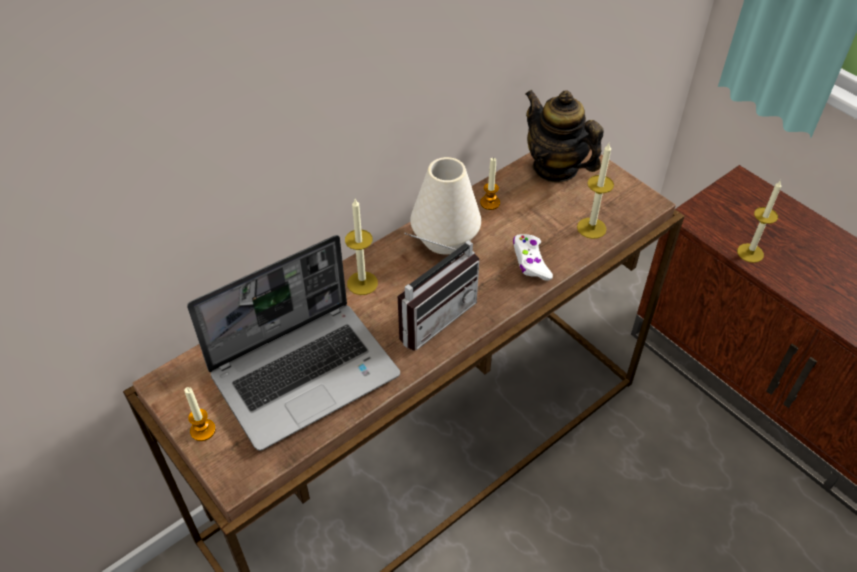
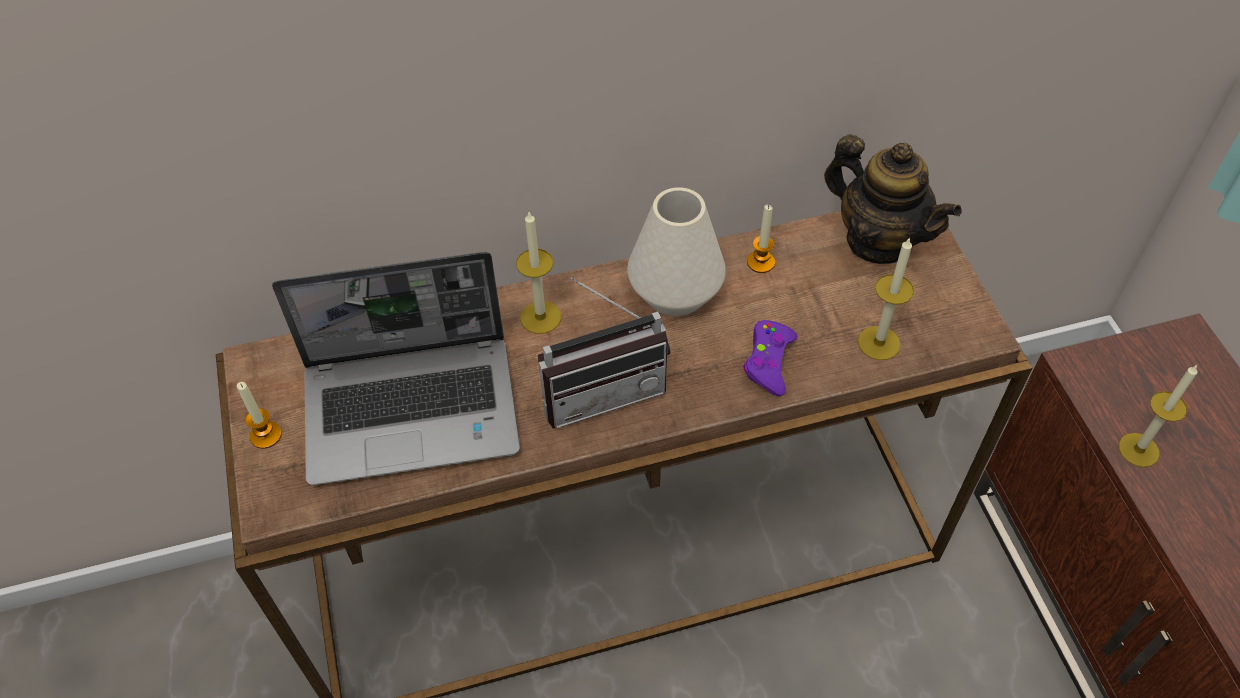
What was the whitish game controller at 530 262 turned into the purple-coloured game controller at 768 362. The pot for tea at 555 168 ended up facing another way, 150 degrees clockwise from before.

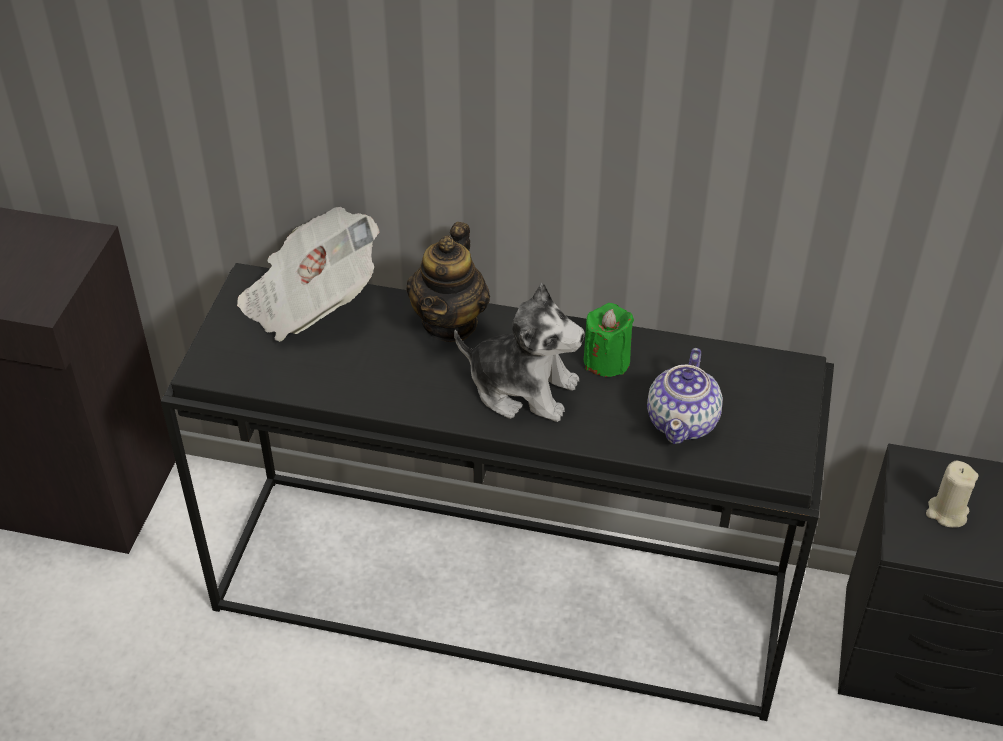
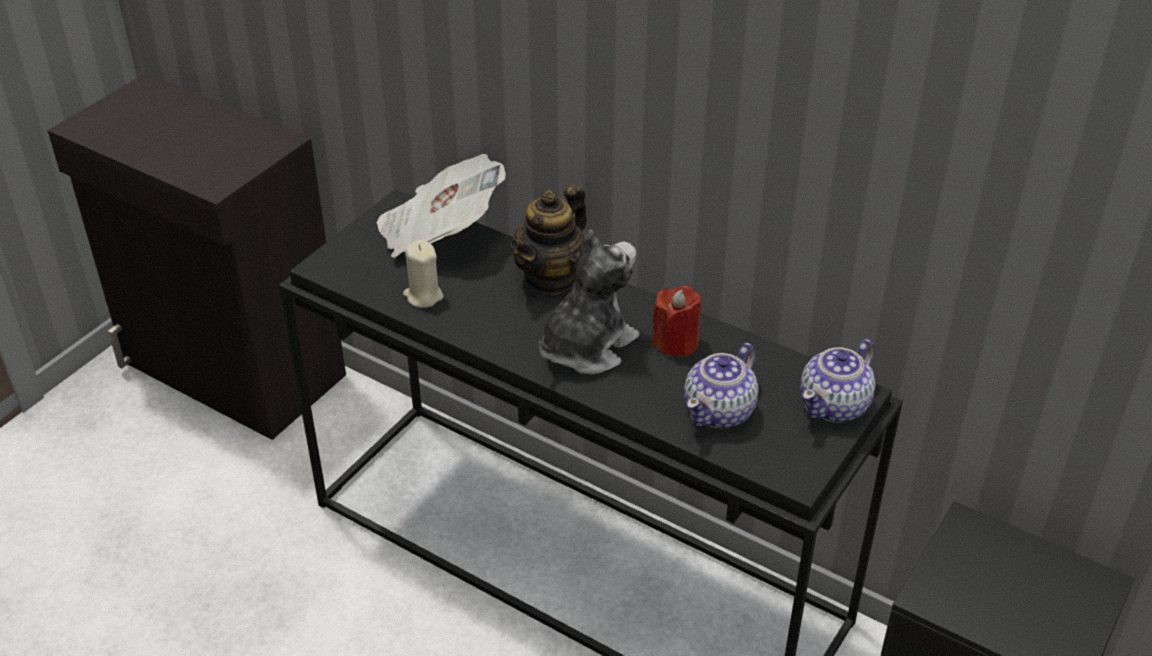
The second view gained the pot for tea at 835 405. The sand-coloured wax candle ended up elsewhere, having gone from 947 512 to 423 296. What was the greenish wax candle at 606 360 turned into the red-coloured wax candle at 676 342. The cuddly toy at 522 388 ended up facing another way, 90 degrees counterclockwise from before.

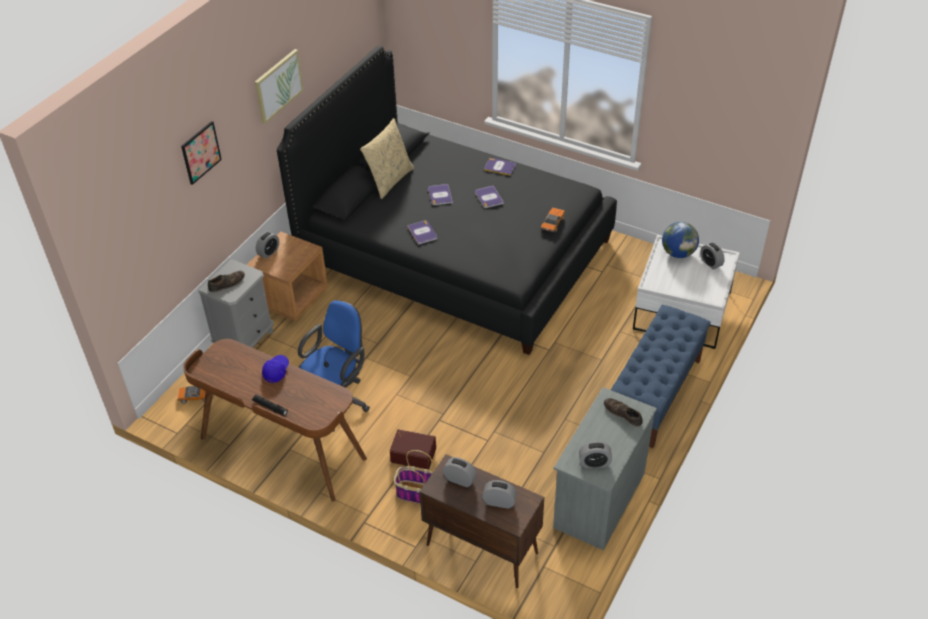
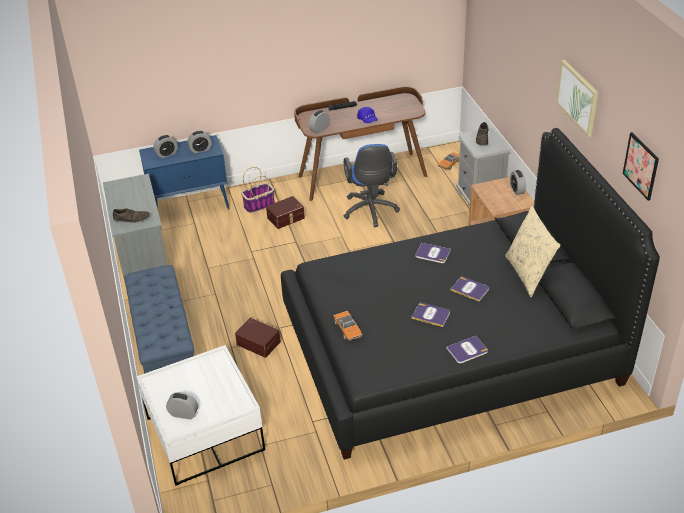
The second view lost the desk globe at 678 253. The second view gained the brown-coloured storage bin at 259 342. The wall picture ended up elsewhere, having gone from 201 152 to 641 166. The table clock ended up elsewhere, having gone from 594 463 to 319 129. What was the brown-coloured cupboard at 481 549 turned into the blue-coloured cupboard at 191 207.

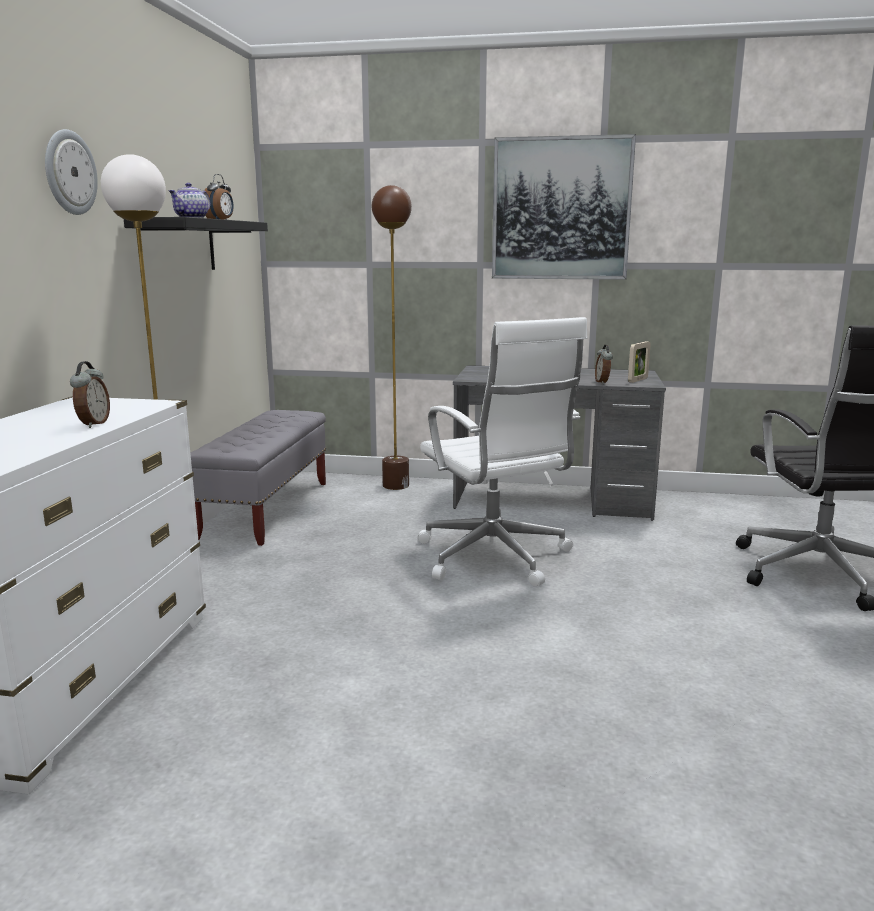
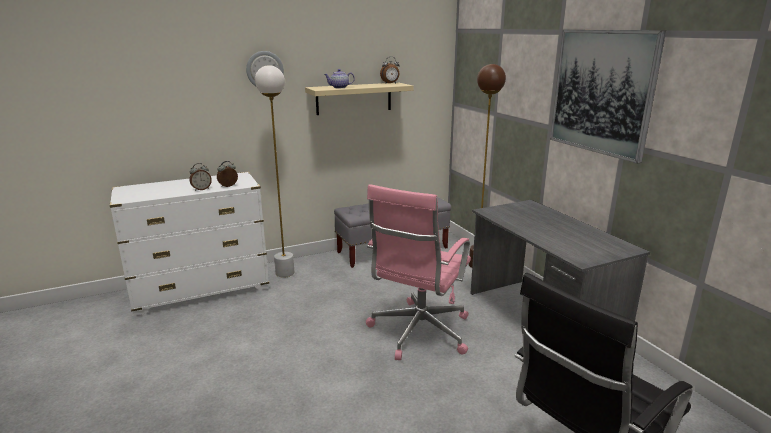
The second view lost the photo frame at 637 380. The table clock ended up elsewhere, having gone from 602 382 to 228 186. What was the black-coloured bracket shelf at 178 246 turned into the sand-coloured bracket shelf at 354 98. What was the whitish desk chair at 495 558 turned into the pink-coloured desk chair at 418 333.

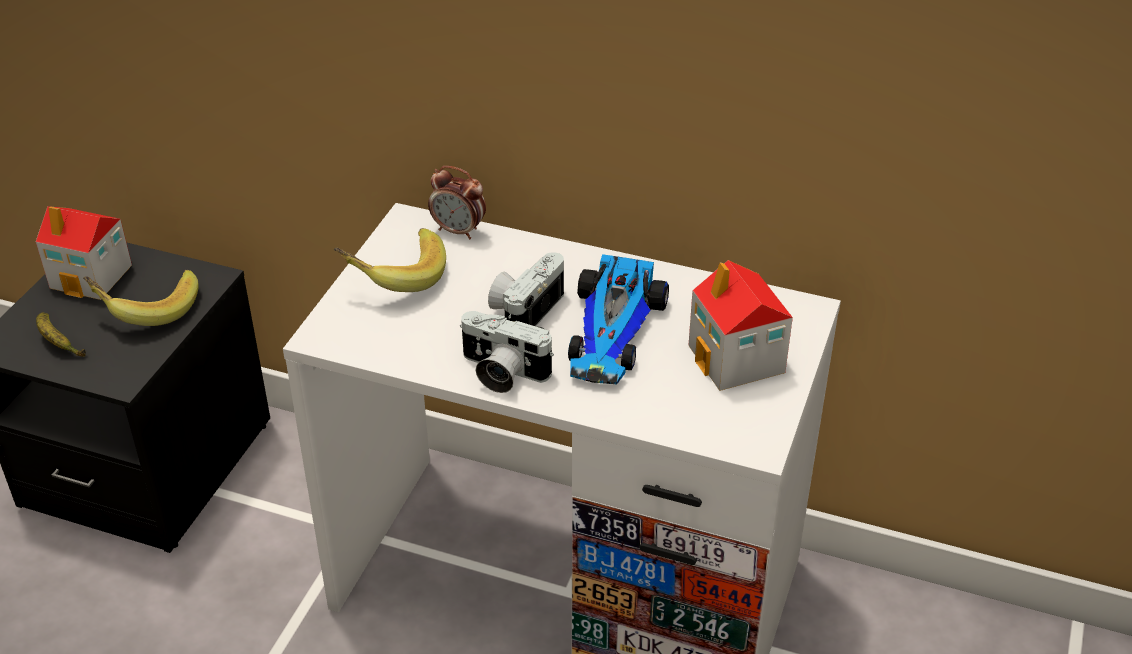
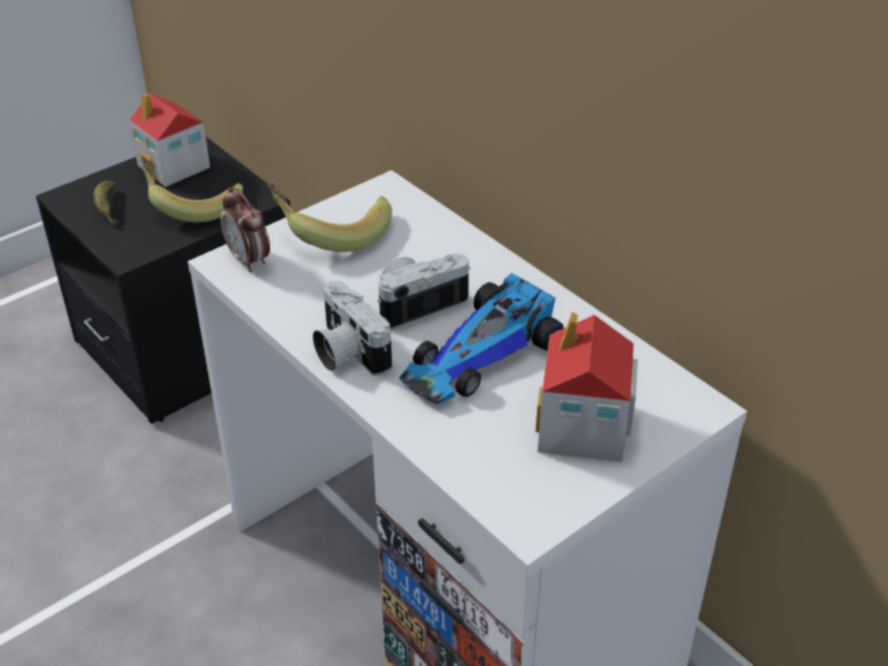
The table clock ended up elsewhere, having gone from 459 231 to 249 260.

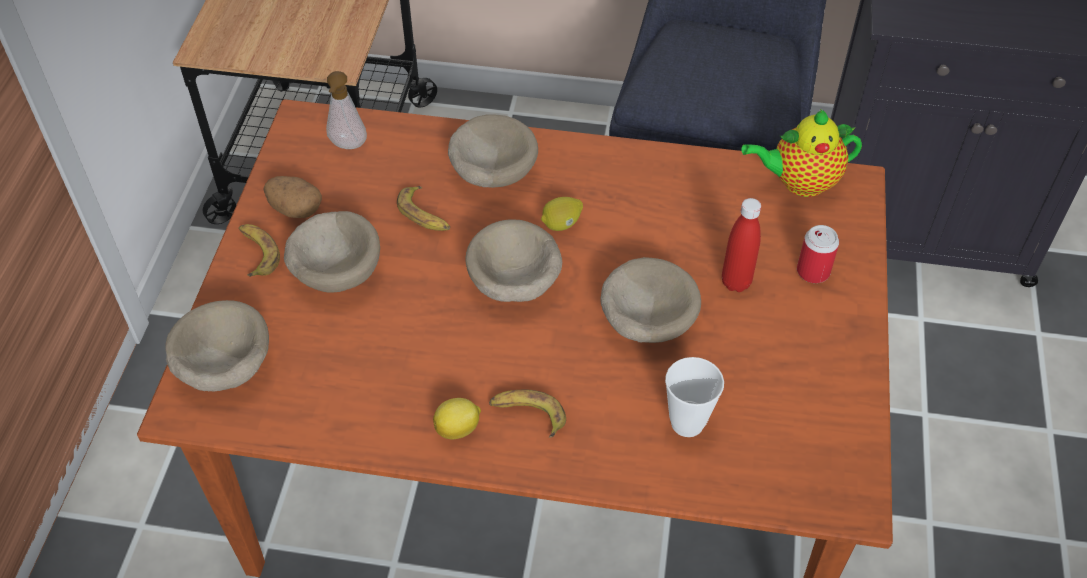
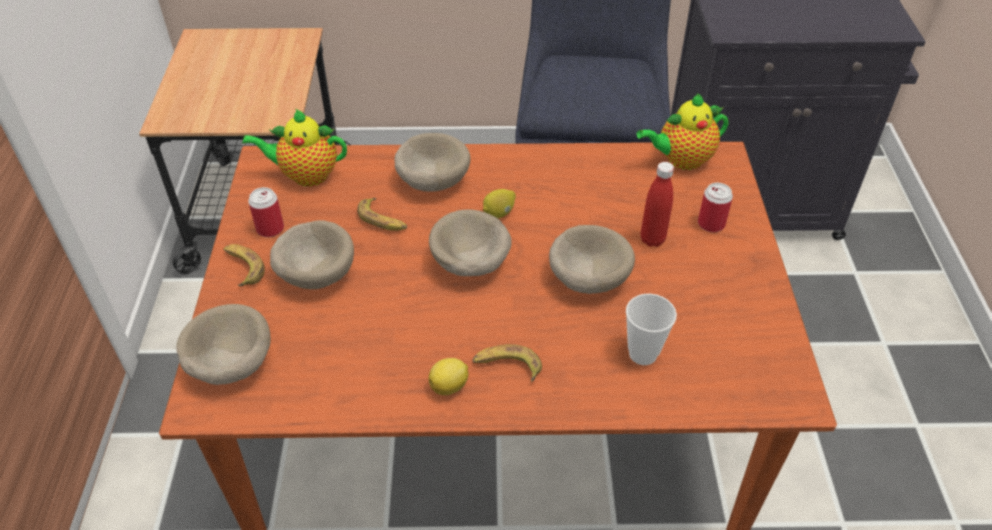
Where the whole potato stood at 295 209, the sealed can came to stand at 270 229. Where the soap bottle stood at 347 146, the pot for tea came to stand at 305 175.

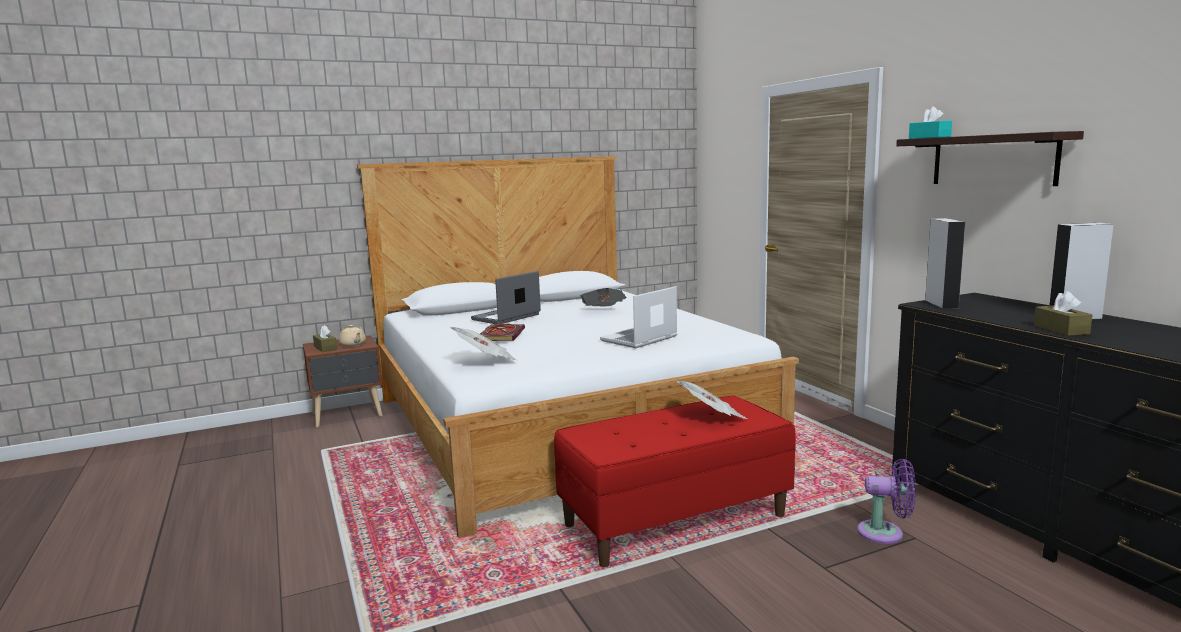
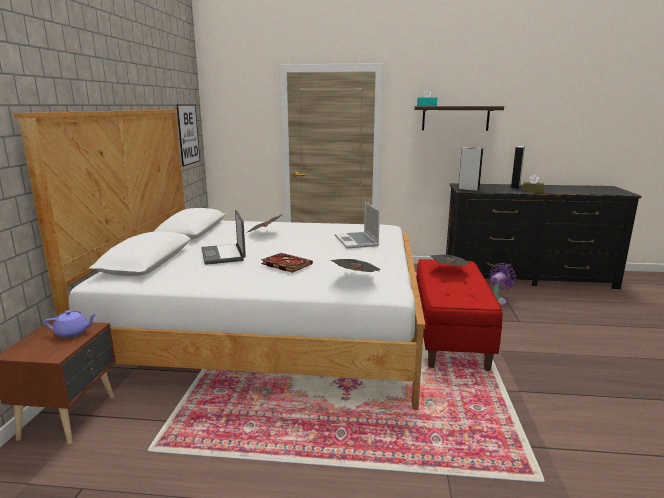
The second view lost the brown-coloured tissue box at 325 348. The second view gained the wall picture at 188 134. What was the sand-coloured pot for tea at 353 345 turned into the purple-coloured pot for tea at 73 333.

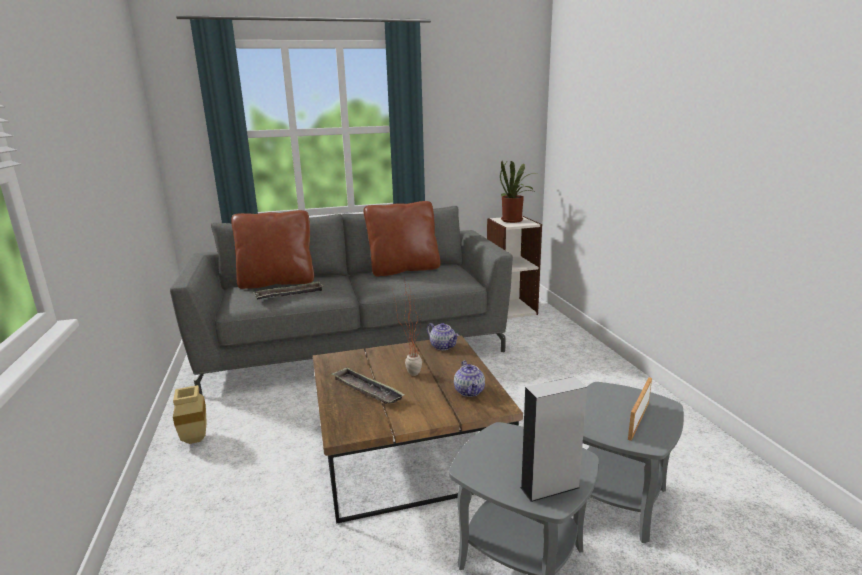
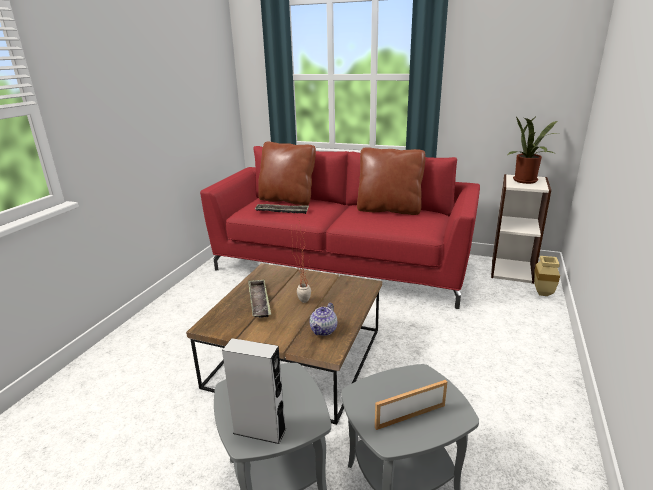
The second view lost the pot for tea at 443 346. The sand-coloured decorative vase ended up elsewhere, having gone from 194 439 to 541 293. What was the grey sofa at 355 348 turned into the red-coloured sofa at 341 267.

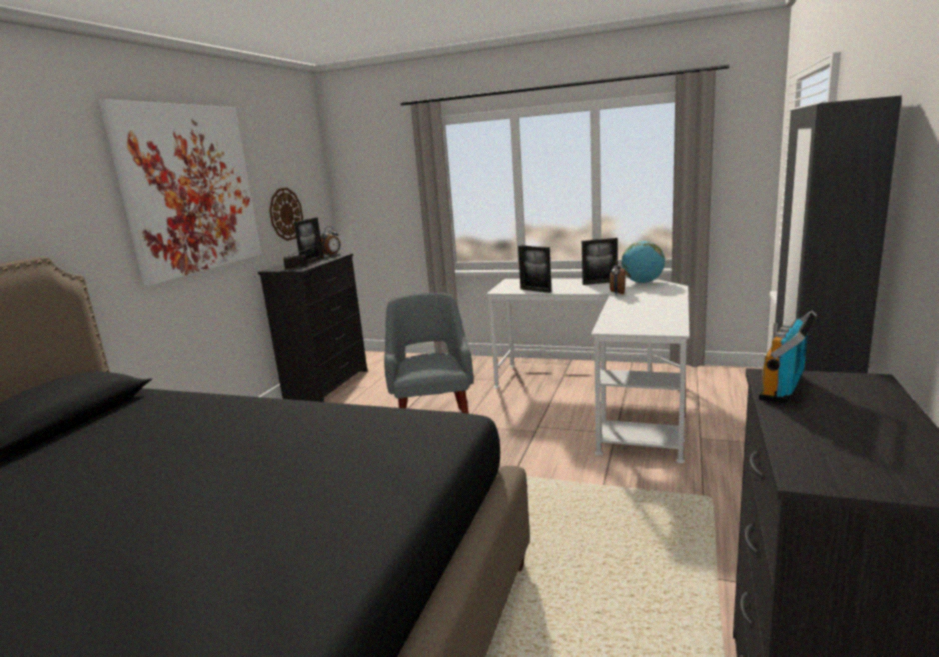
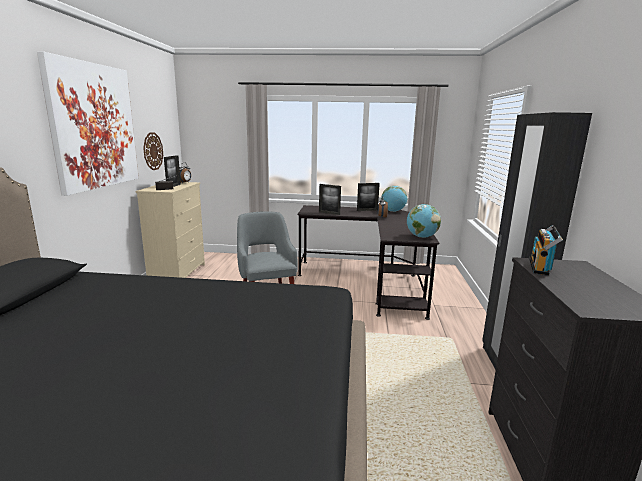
The second view gained the desk globe at 421 237. What was the black-coloured dresser at 328 384 turned into the sand-coloured dresser at 178 274. What was the whitish desk at 605 396 turned into the black-coloured desk at 370 281.

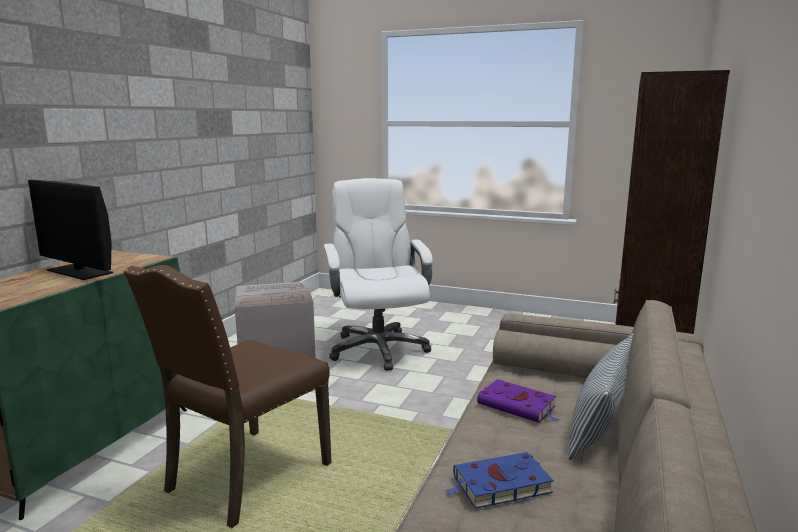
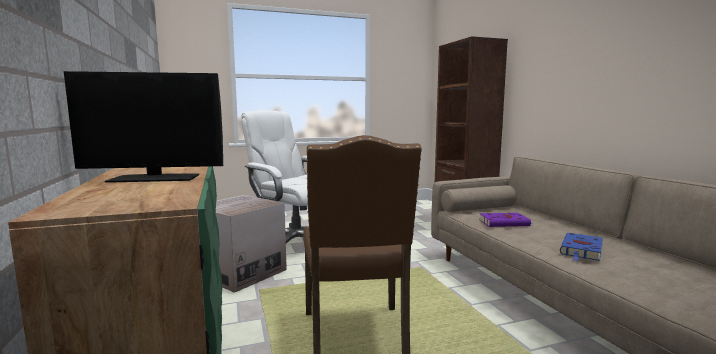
The second view lost the cushion at 600 424.

